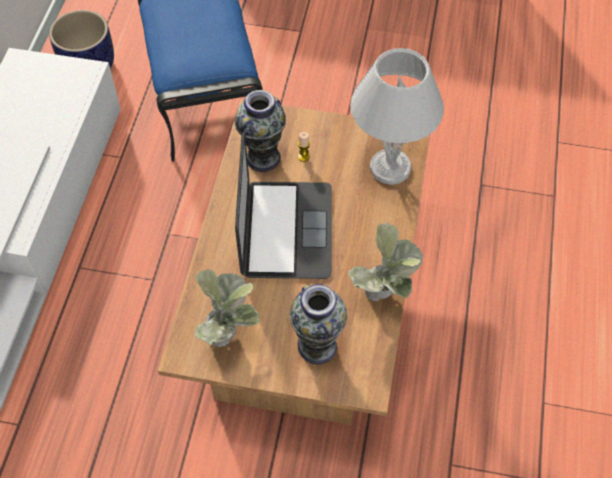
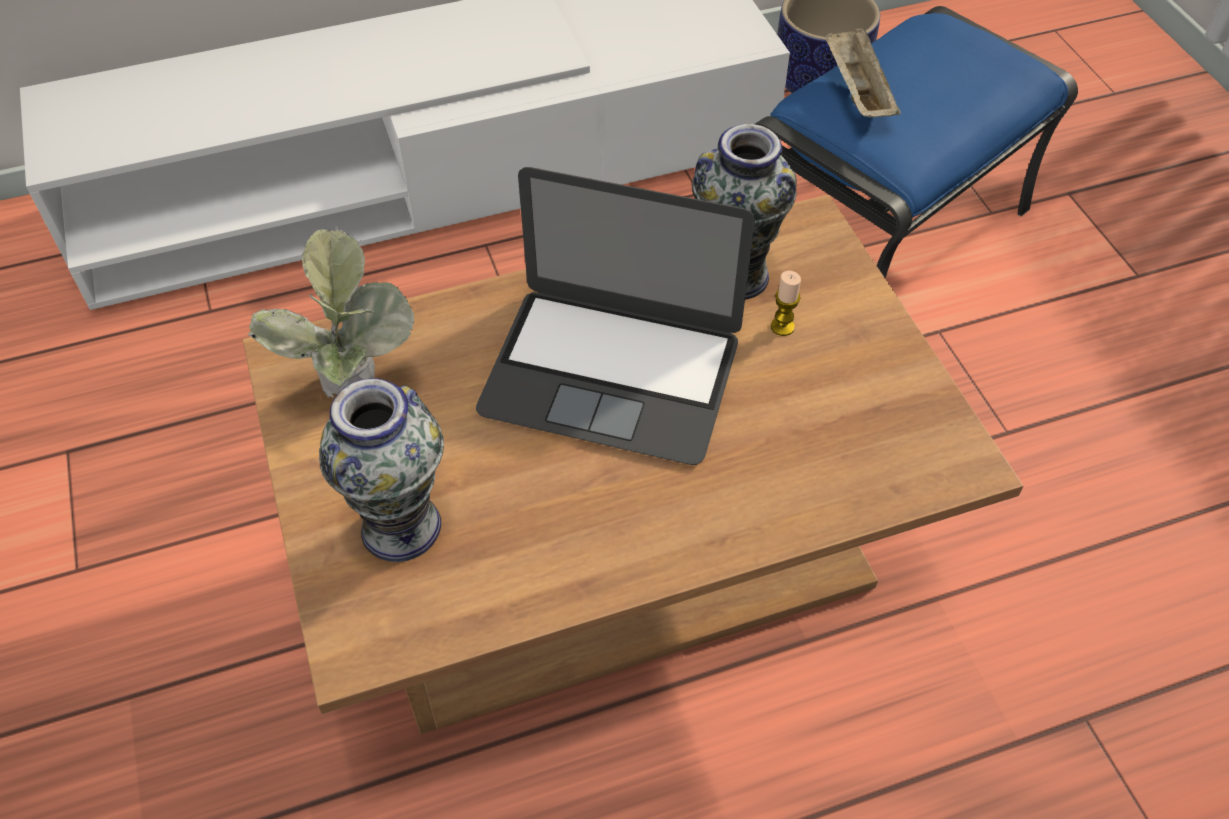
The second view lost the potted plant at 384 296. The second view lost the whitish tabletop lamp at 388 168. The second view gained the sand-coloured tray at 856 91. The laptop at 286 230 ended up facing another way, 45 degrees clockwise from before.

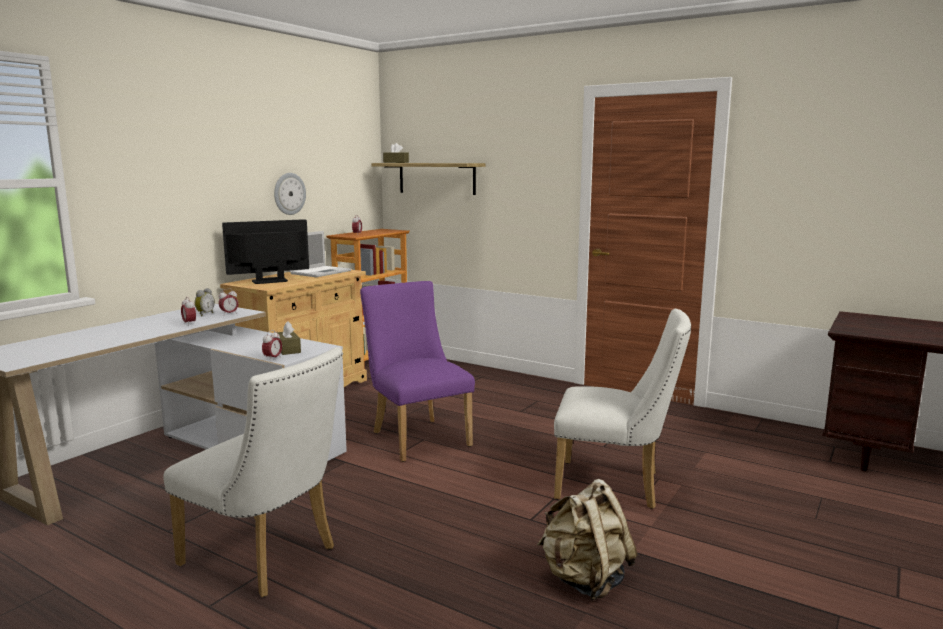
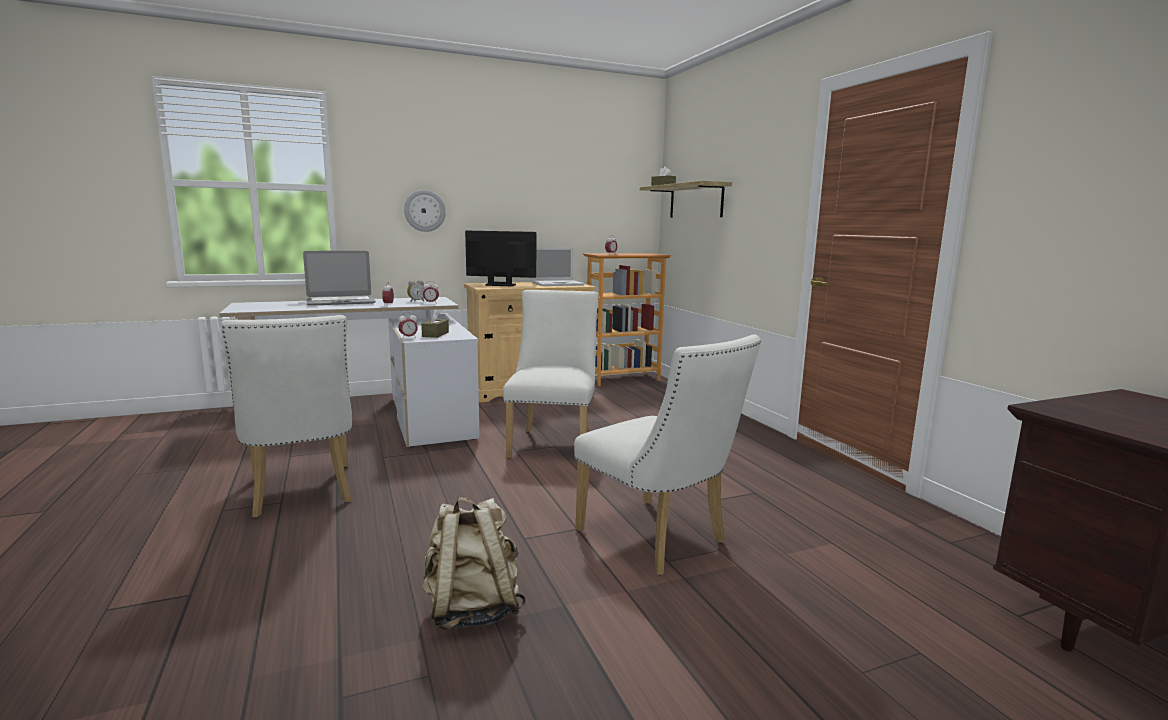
The second view gained the laptop at 341 302. The hanging clock ended up elsewhere, having gone from 289 193 to 424 211. What was the purple-coloured upright chair at 417 437 turned into the whitish upright chair at 553 443.

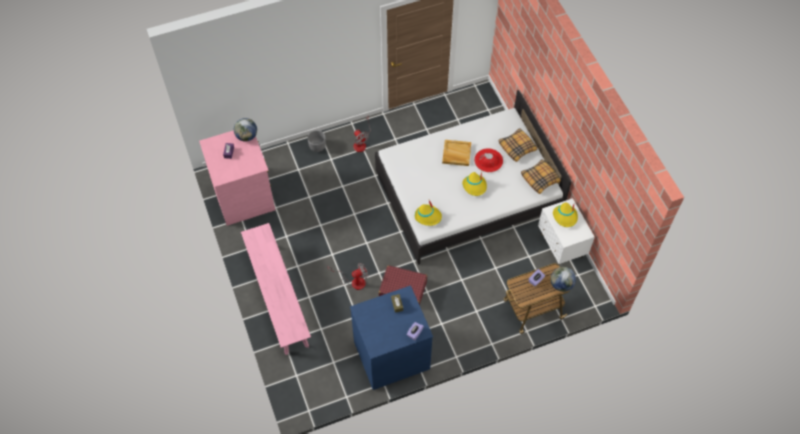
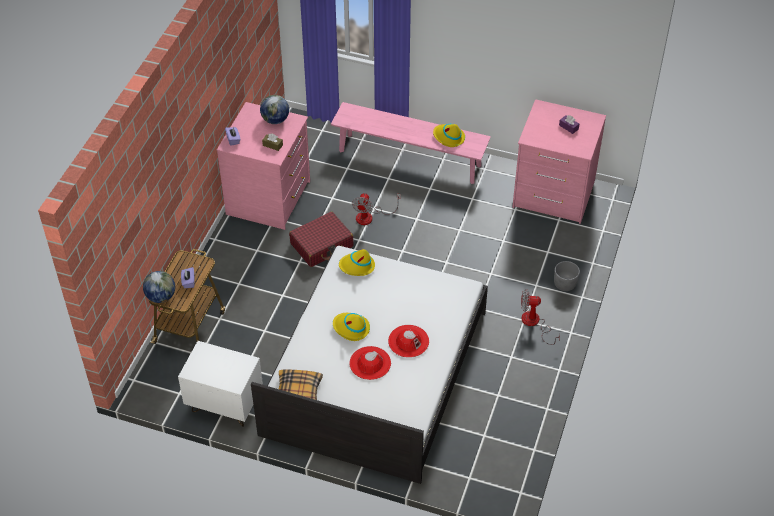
The second view lost the cushion at 517 147. The desk globe ended up elsewhere, having gone from 247 136 to 275 120. The yellow wearable hat ended up elsewhere, having gone from 565 217 to 448 137. Where the sand-coloured tray stood at 456 154, the red-coloured wearable hat came to stand at 408 341. What was the blue-coloured dresser at 391 354 turned into the pink-coloured dresser at 269 198.

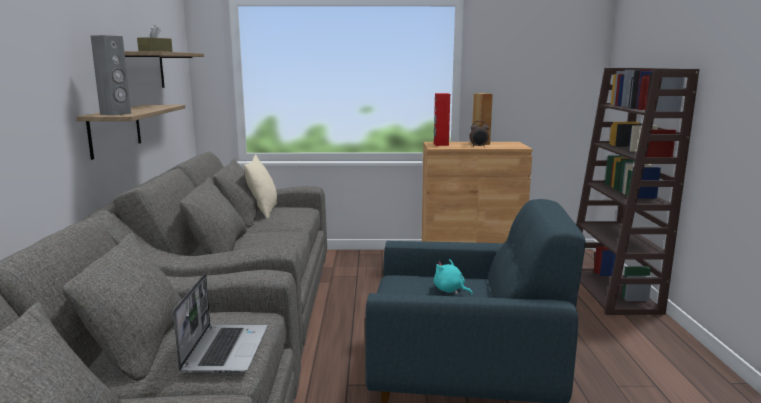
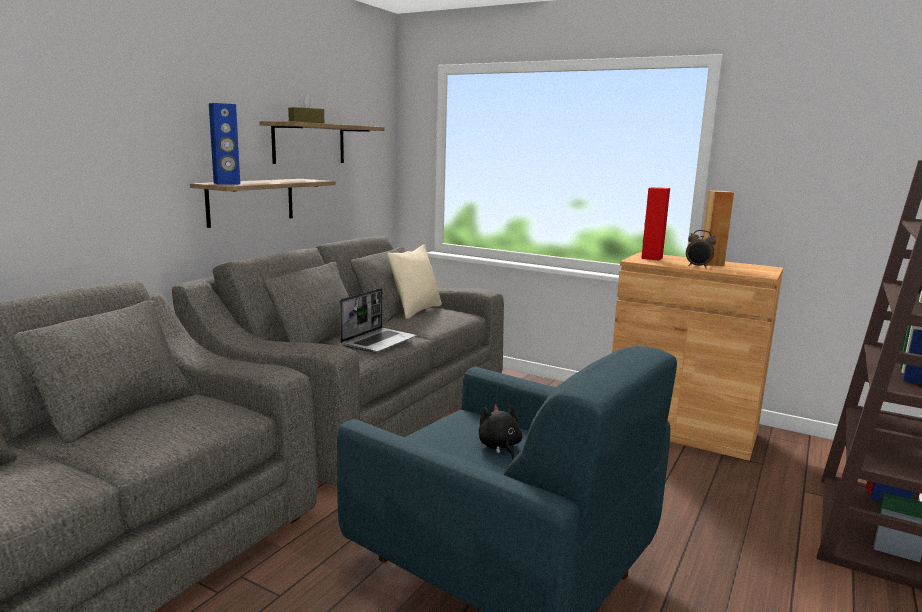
The laptop ended up elsewhere, having gone from 225 349 to 379 341. What was the grey speaker at 116 114 turned into the blue-coloured speaker at 227 183. What was the blue-green cuddly toy at 450 290 turned into the black-coloured cuddly toy at 499 446.

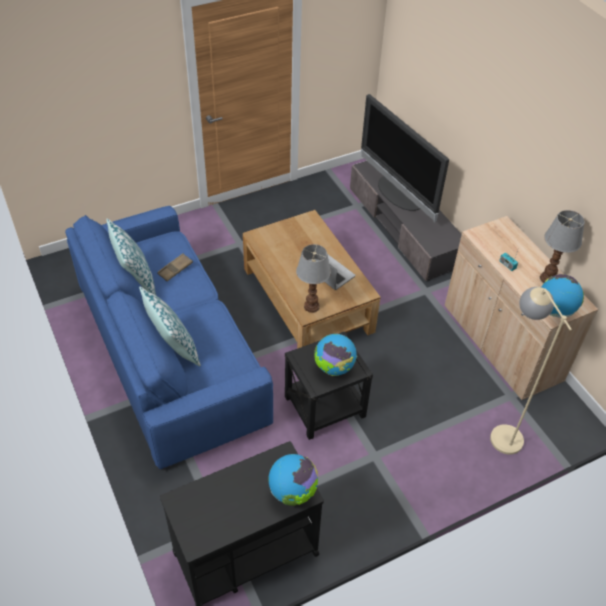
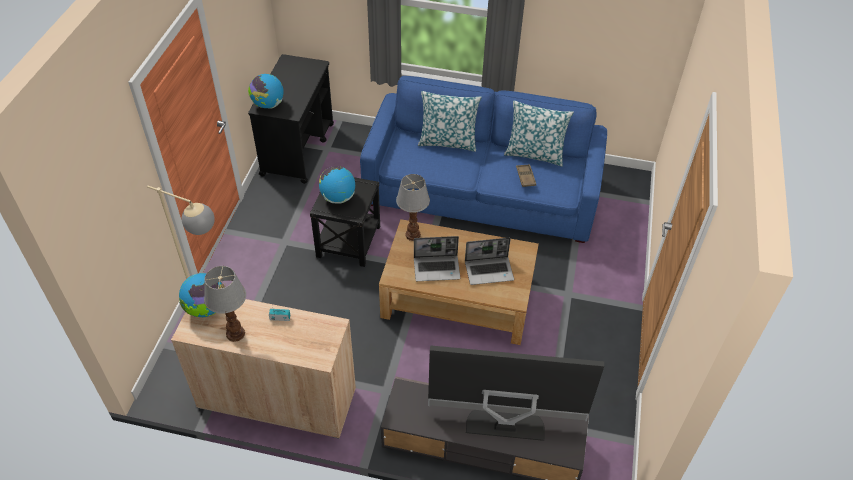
The second view gained the laptop at 489 271.

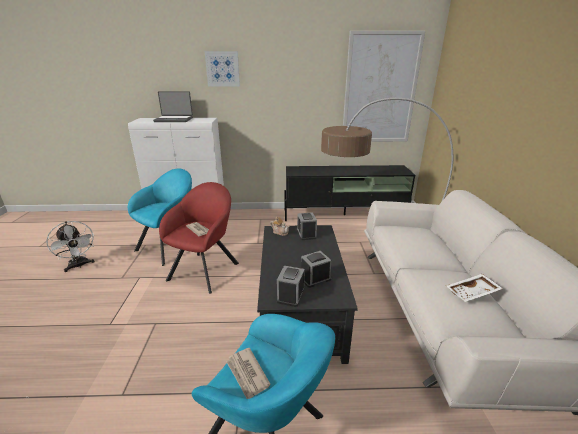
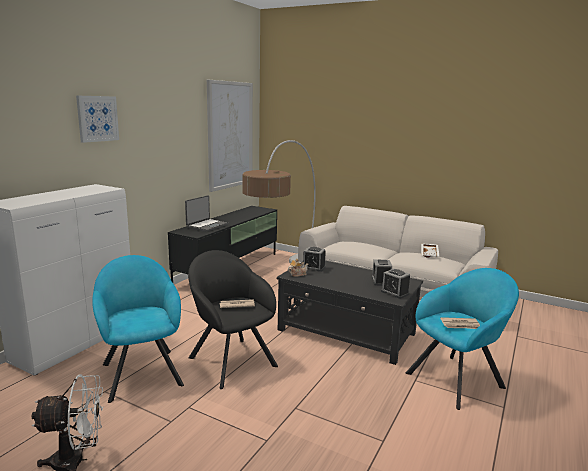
The laptop ended up elsewhere, having gone from 174 120 to 207 226. What was the red-coloured lounge chair at 206 269 turned into the black-coloured lounge chair at 230 359.

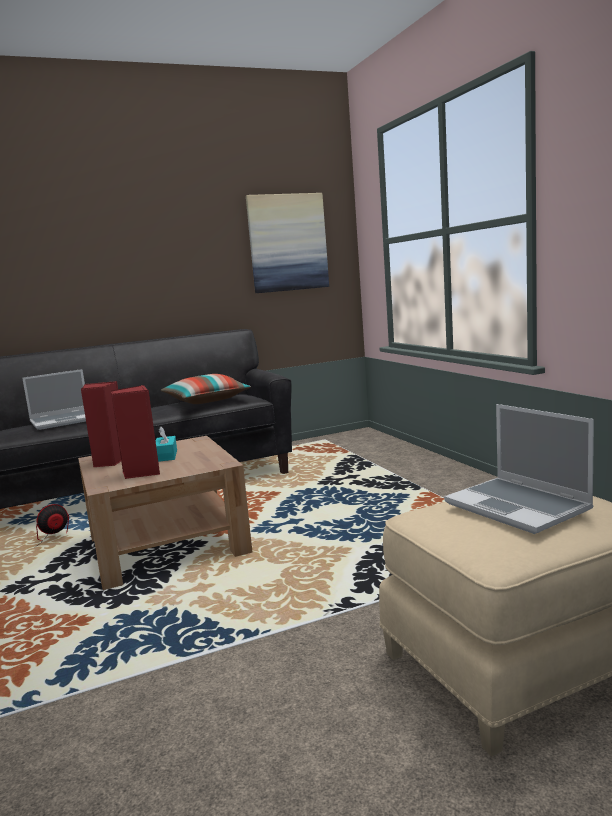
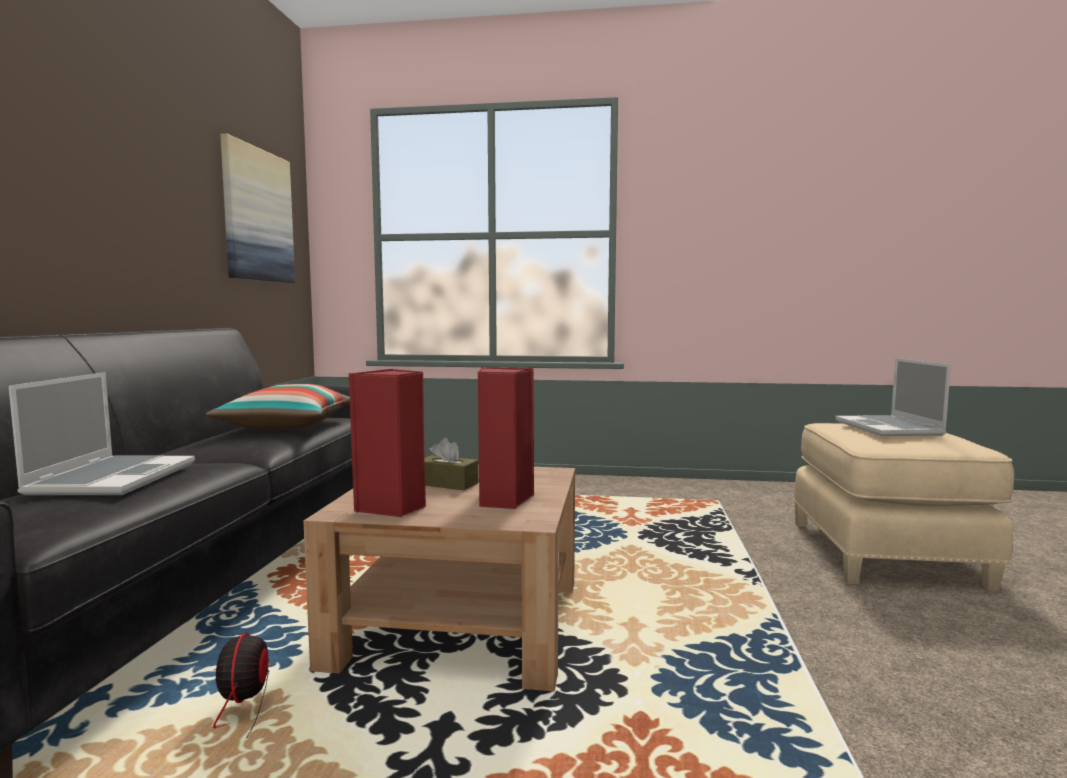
What was the blue-green tissue box at 166 456 turned into the brown-coloured tissue box at 447 483. The laptop at 519 507 ended up facing another way, 90 degrees clockwise from before.

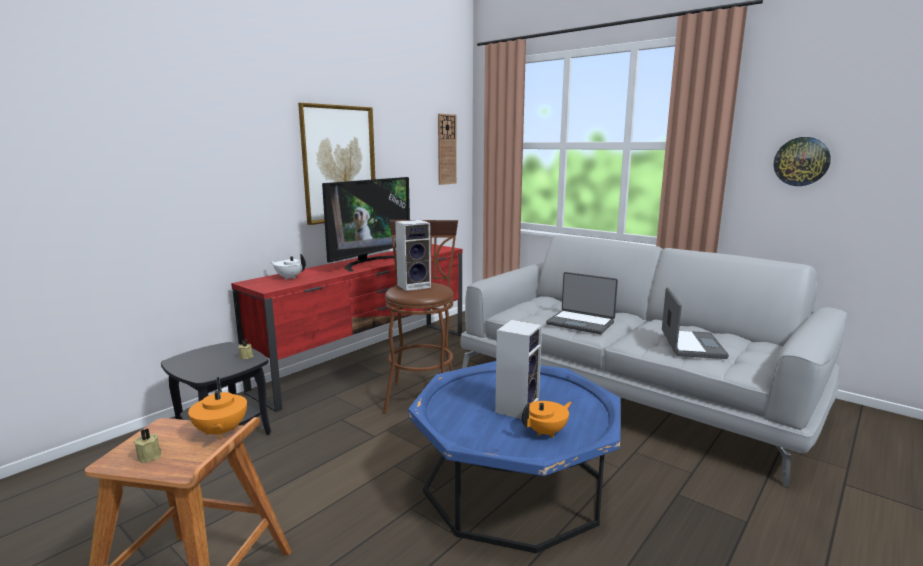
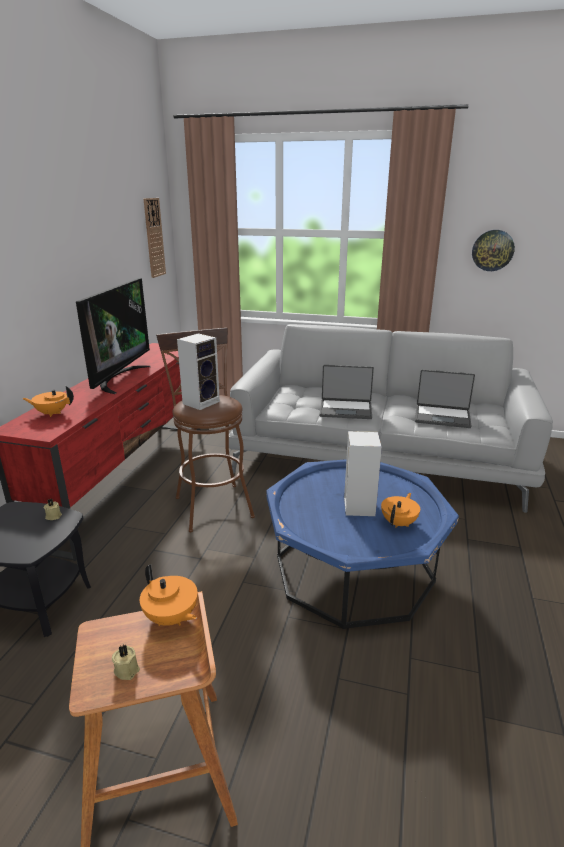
The second view lost the wall picture at 339 164. What was the whitish pot for tea at 289 277 turned into the orangey pot for tea at 52 413. The laptop at 690 345 ended up facing another way, 120 degrees clockwise from before.

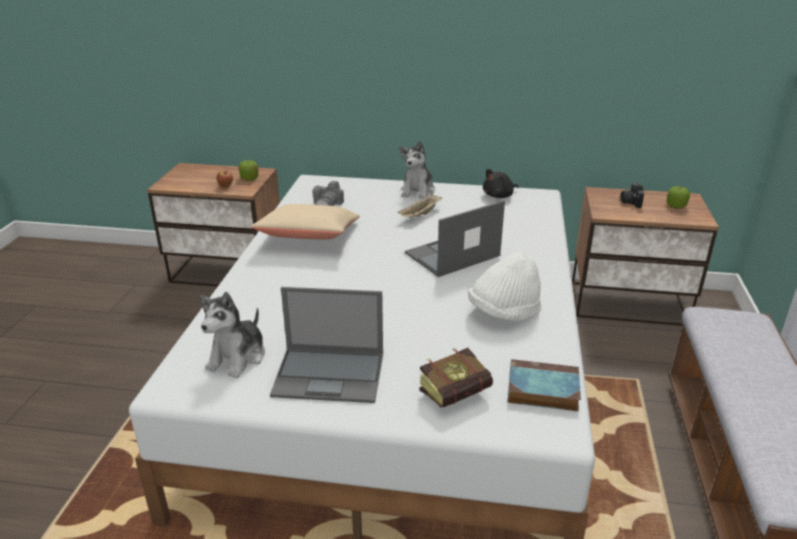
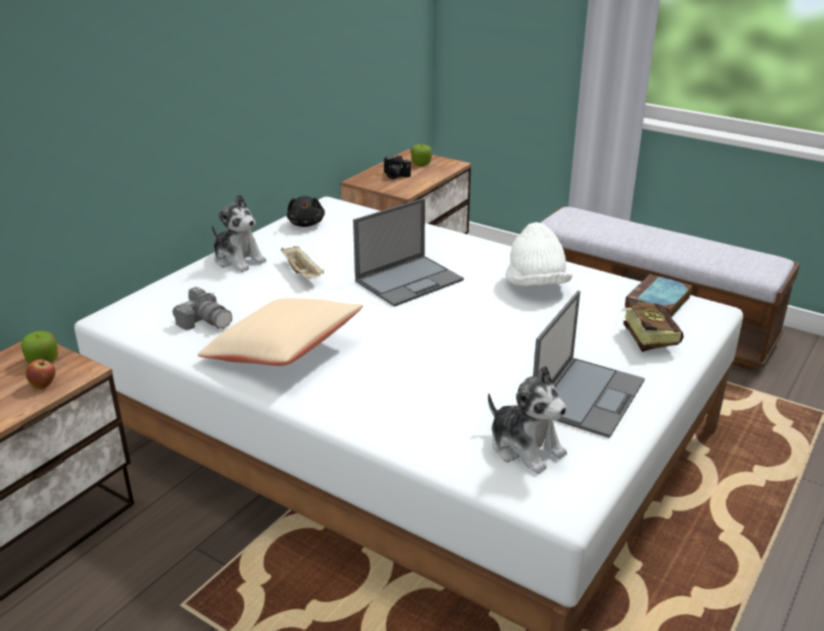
The laptop at 451 255 ended up facing another way, 120 degrees counterclockwise from before.

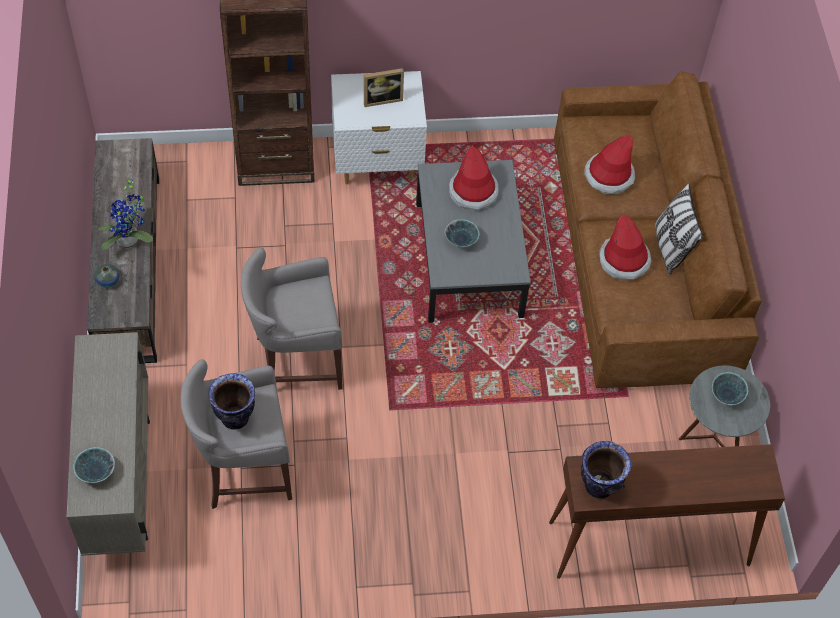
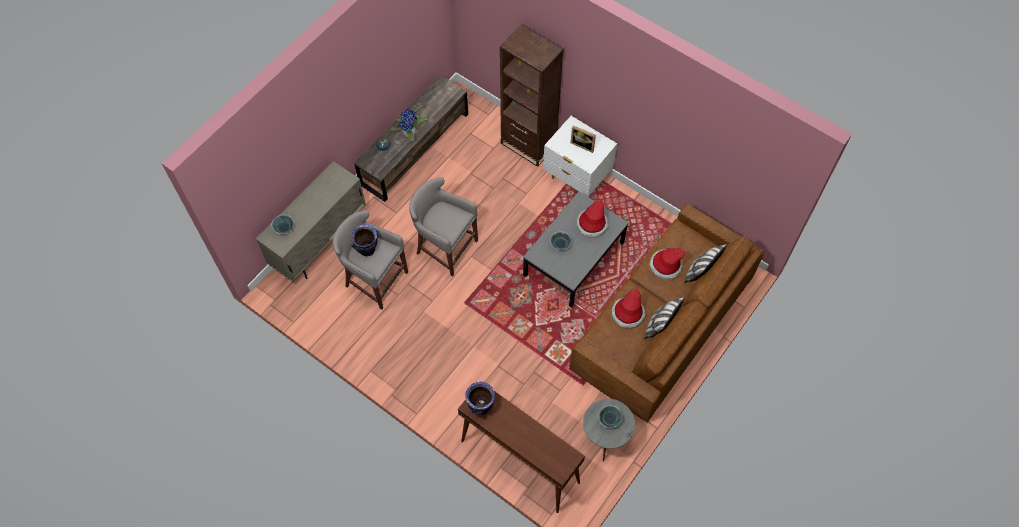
The second view gained the cushion at 700 271.

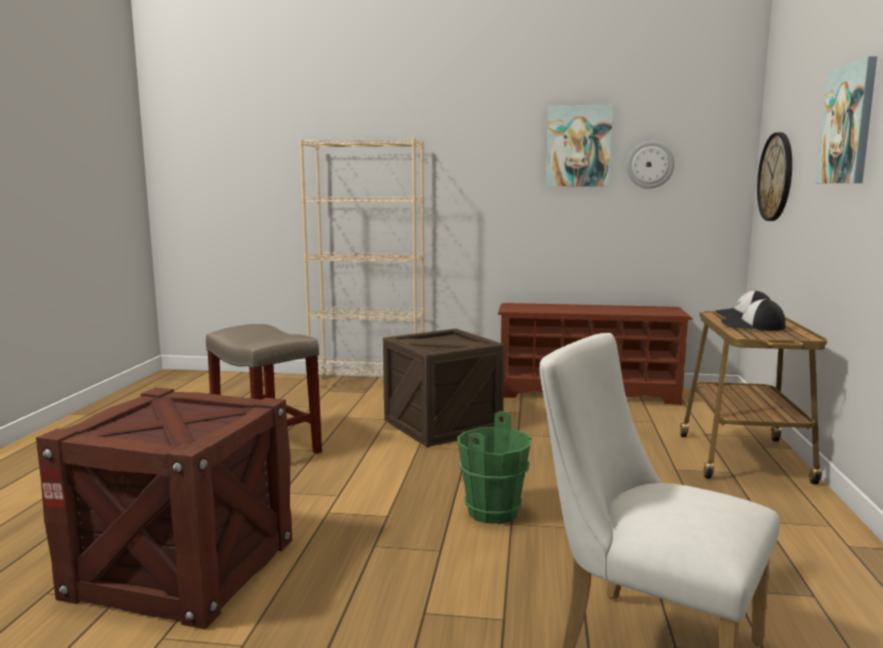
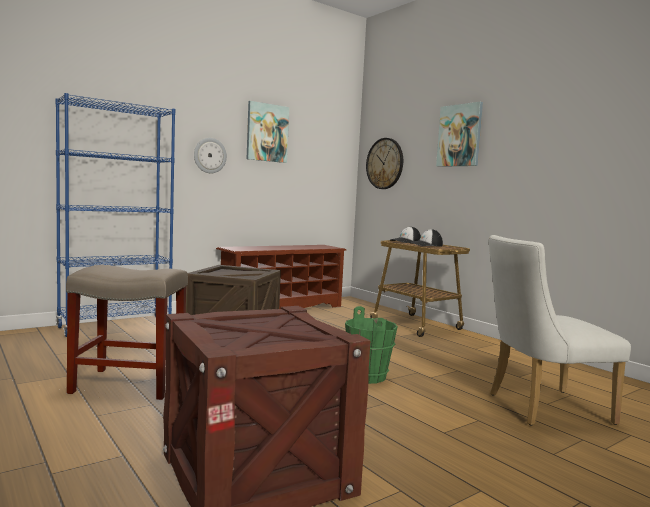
The hanging clock ended up elsewhere, having gone from 650 164 to 209 155. What was the sand-coloured bookcase at 368 385 turned into the blue-coloured bookcase at 115 326.

